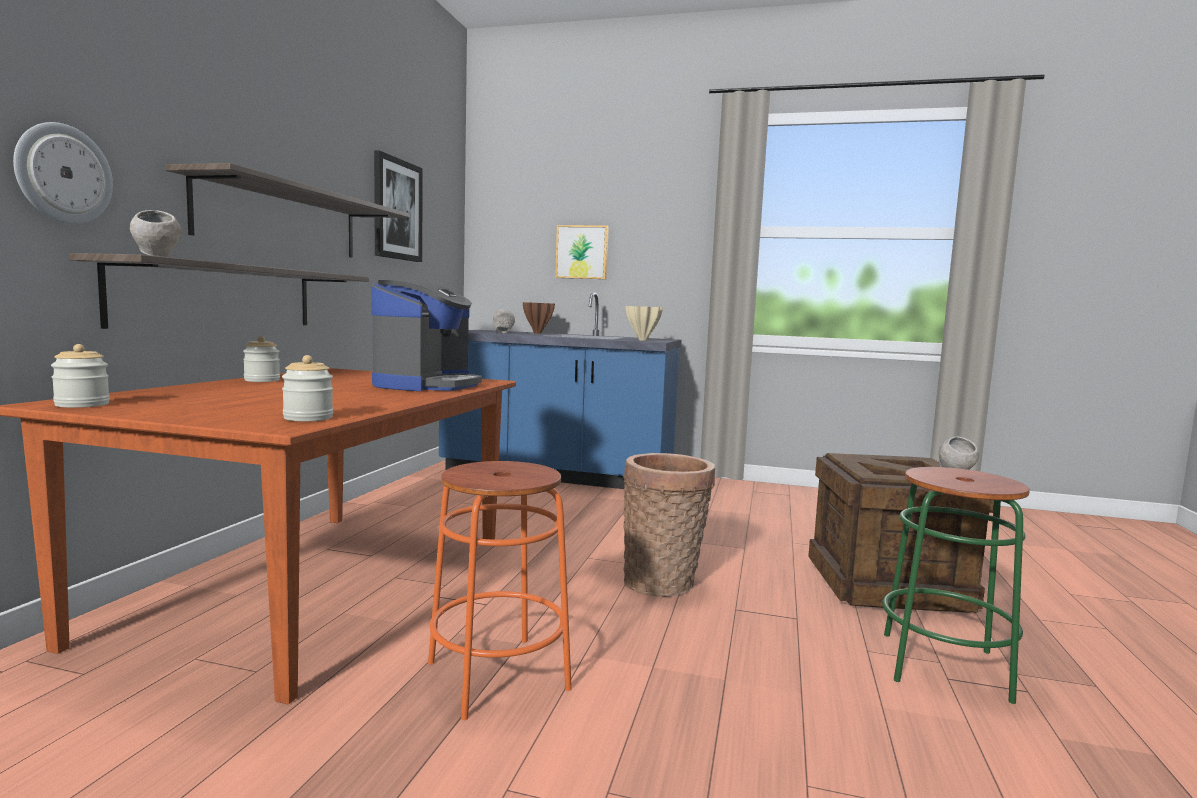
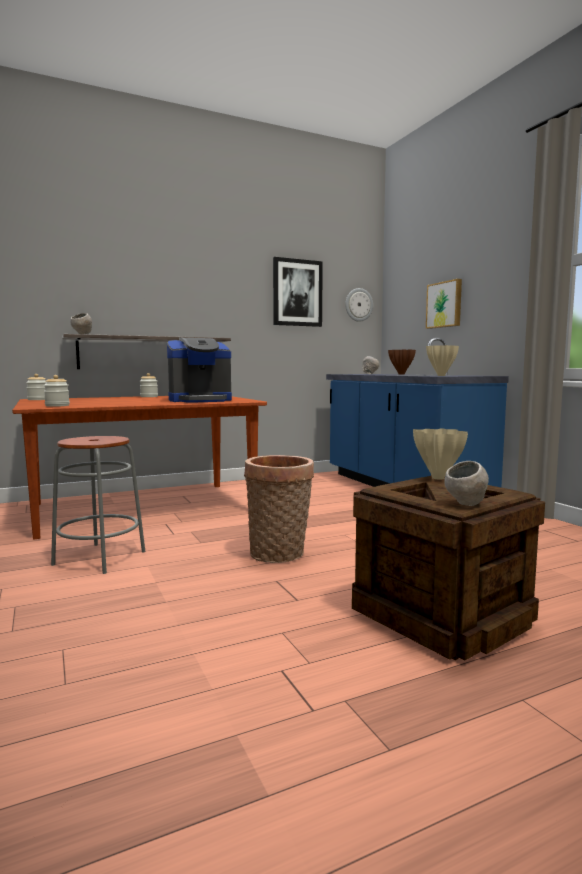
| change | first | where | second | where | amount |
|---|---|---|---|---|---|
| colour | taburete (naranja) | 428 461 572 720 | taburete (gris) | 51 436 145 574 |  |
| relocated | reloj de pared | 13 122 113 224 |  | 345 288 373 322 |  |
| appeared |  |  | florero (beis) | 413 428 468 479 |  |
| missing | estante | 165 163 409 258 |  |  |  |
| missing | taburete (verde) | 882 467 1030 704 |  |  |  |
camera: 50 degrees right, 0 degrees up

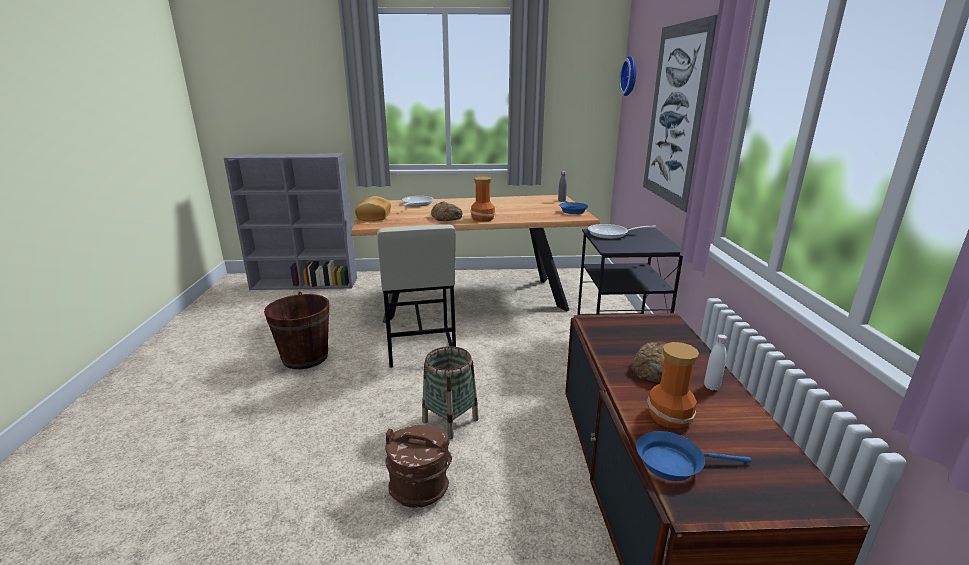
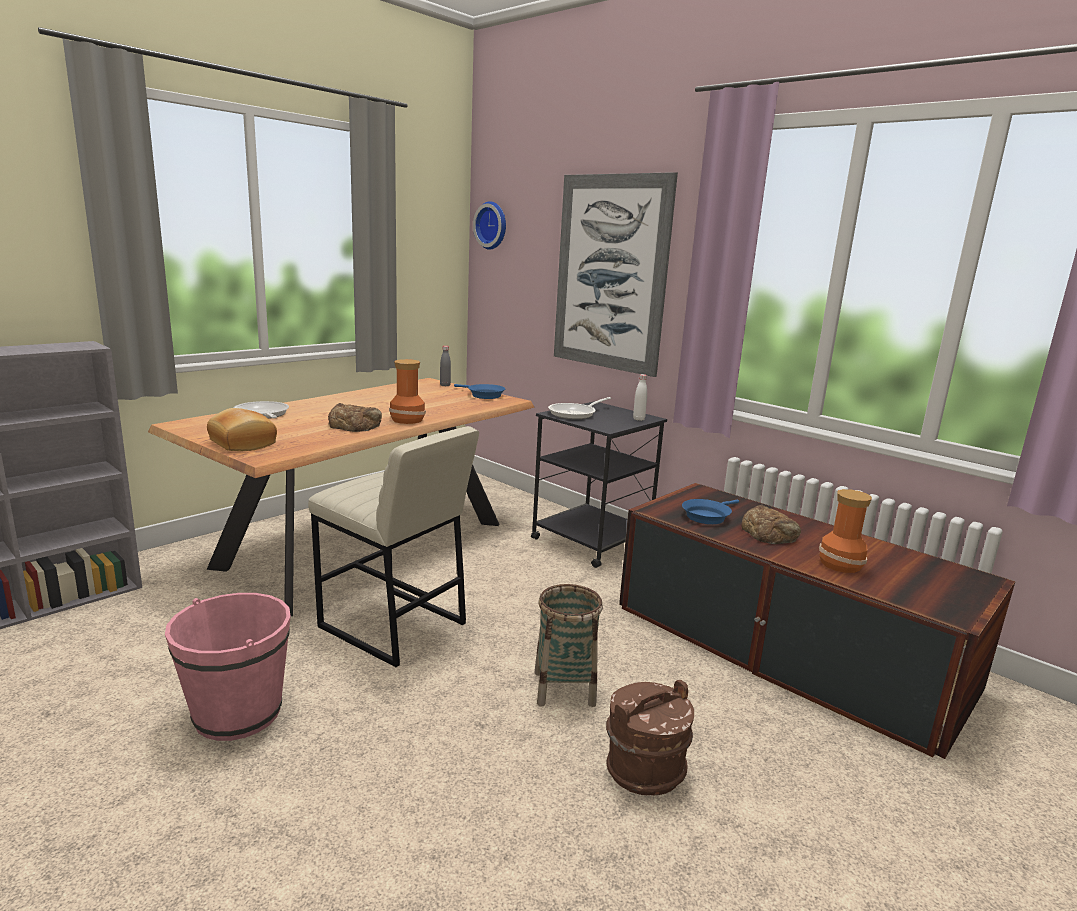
| change | first | where | second | where | amount |
|---|---|---|---|---|---|
| colour | cubo (marrón) | 264 292 329 369 | cubo (rosa) | 165 593 291 741 |  |
| relocated | botella (blanco) | 704 334 727 390 |  | 633 374 647 421 |  |
| relocated | sartén (azul) | 636 431 751 481 |  | 682 499 739 524 |  |
camera: 45 degrees left, 5 degrees down

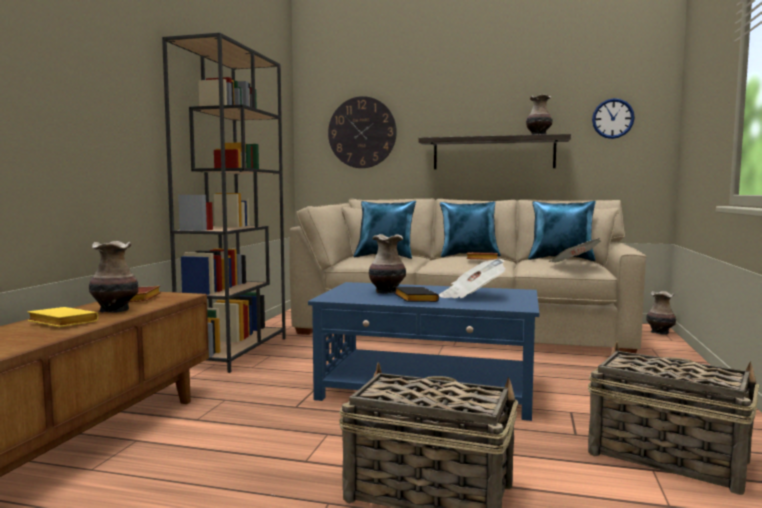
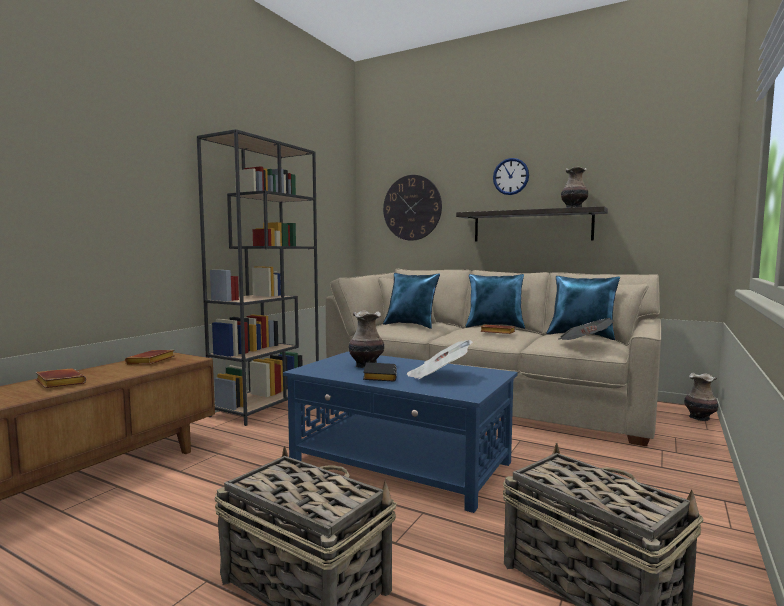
| change | first | where | second | where | amount |
|---|---|---|---|---|---|
| colour | libro (amarillo) | 27 307 98 327 | libro (marrón) | 36 368 86 388 |  |
| relocated | reloj de pared | 592 98 635 139 |  | 493 158 529 195 |  |
| missing | florero | 89 241 138 313 |  |  |  |
camera: 15 degrees right, 0 degrees up

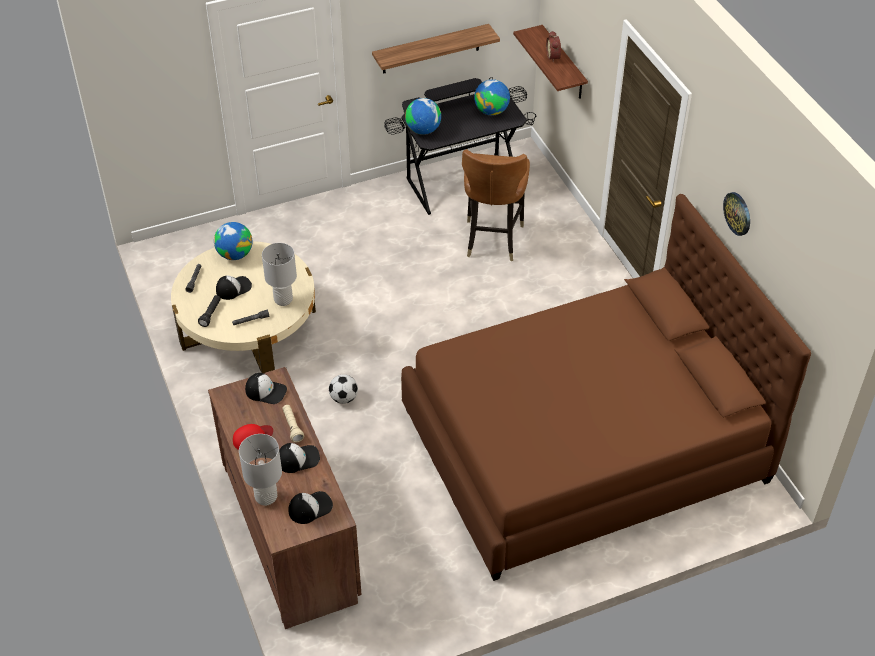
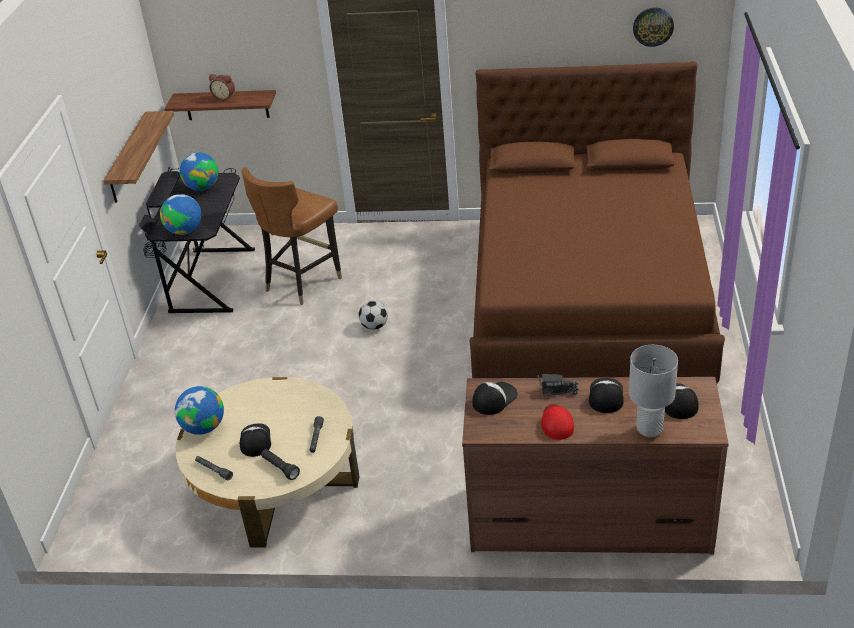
| change | first | where | second | where | amount |
|---|---|---|---|---|---|
| spun | silla (marrón) | 462 149 530 261 |  | 241 167 342 305 | 90 degrees clockwise |
| relocated | balón de fútbol | 329 374 358 404 |  | 359 301 388 330 |  |
| exchanged | linterna (beis) | 282 405 304 442 | camión de juguete | 537 374 579 396 |  |
| relocated | reloj de pared | 723 192 750 236 |  | 633 7 674 47 |  |
| missing | lámpara de mesa (gris) | 262 243 297 306 |  |  |  |
camera: 60 degrees left, 10 degrees down

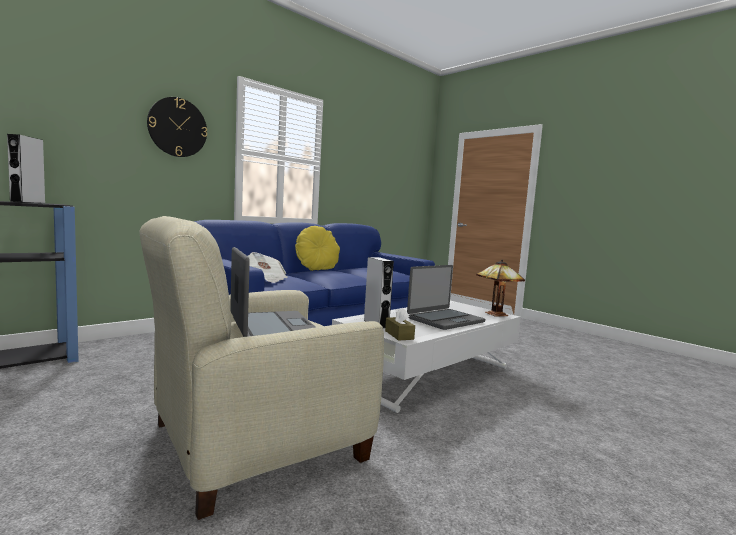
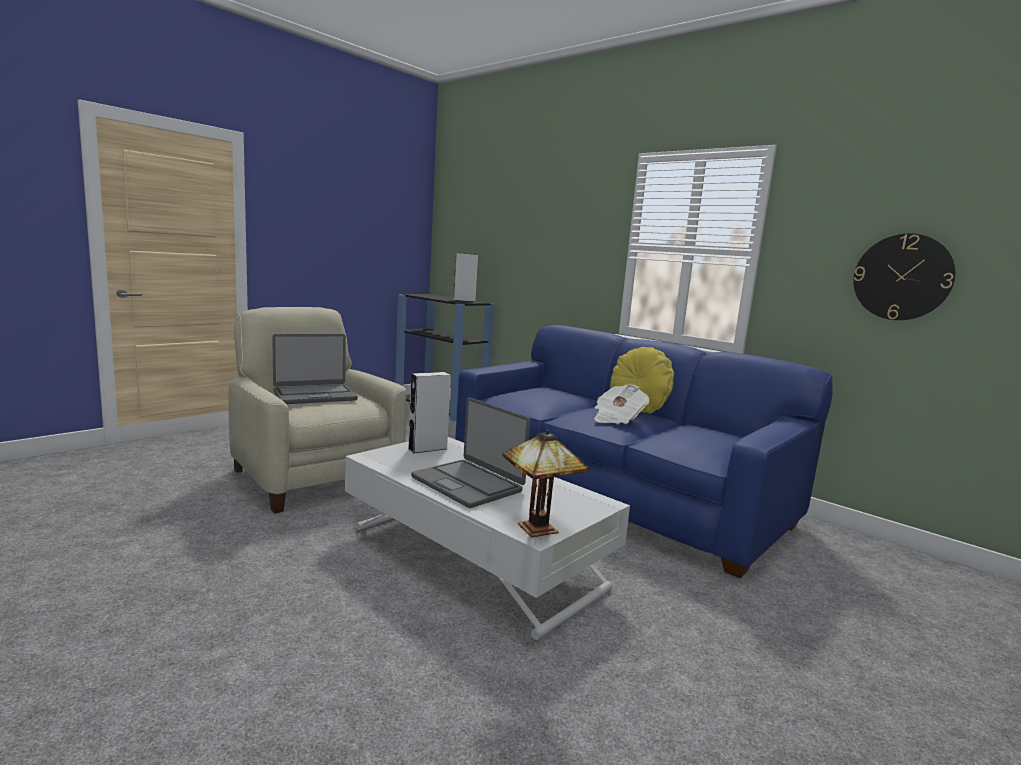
| change | first | where | second | where | amount |
|---|---|---|---|---|---|
| relocated | periódico | 248 252 287 283 |  | 594 384 649 424 |  |
| relocated | reloj de pared | 147 97 207 157 |  | 853 233 956 320 |  |
| missing | caja de pañuelos (marrón) | 385 308 415 341 |  |  |  |
camera: 85 degrees right, 5 degrees up

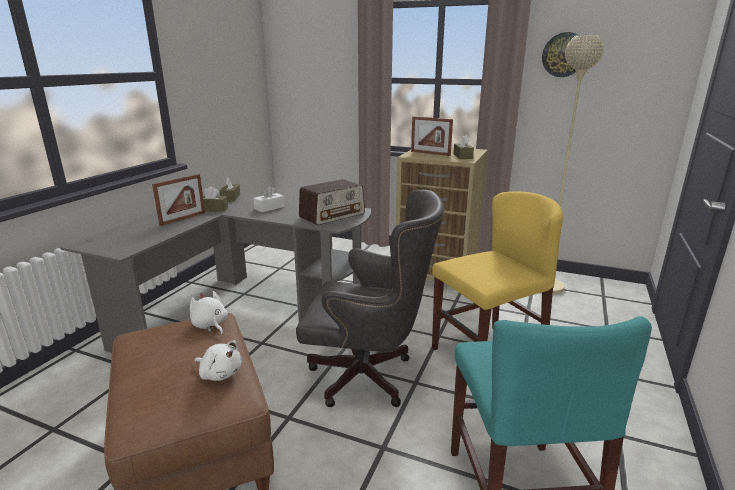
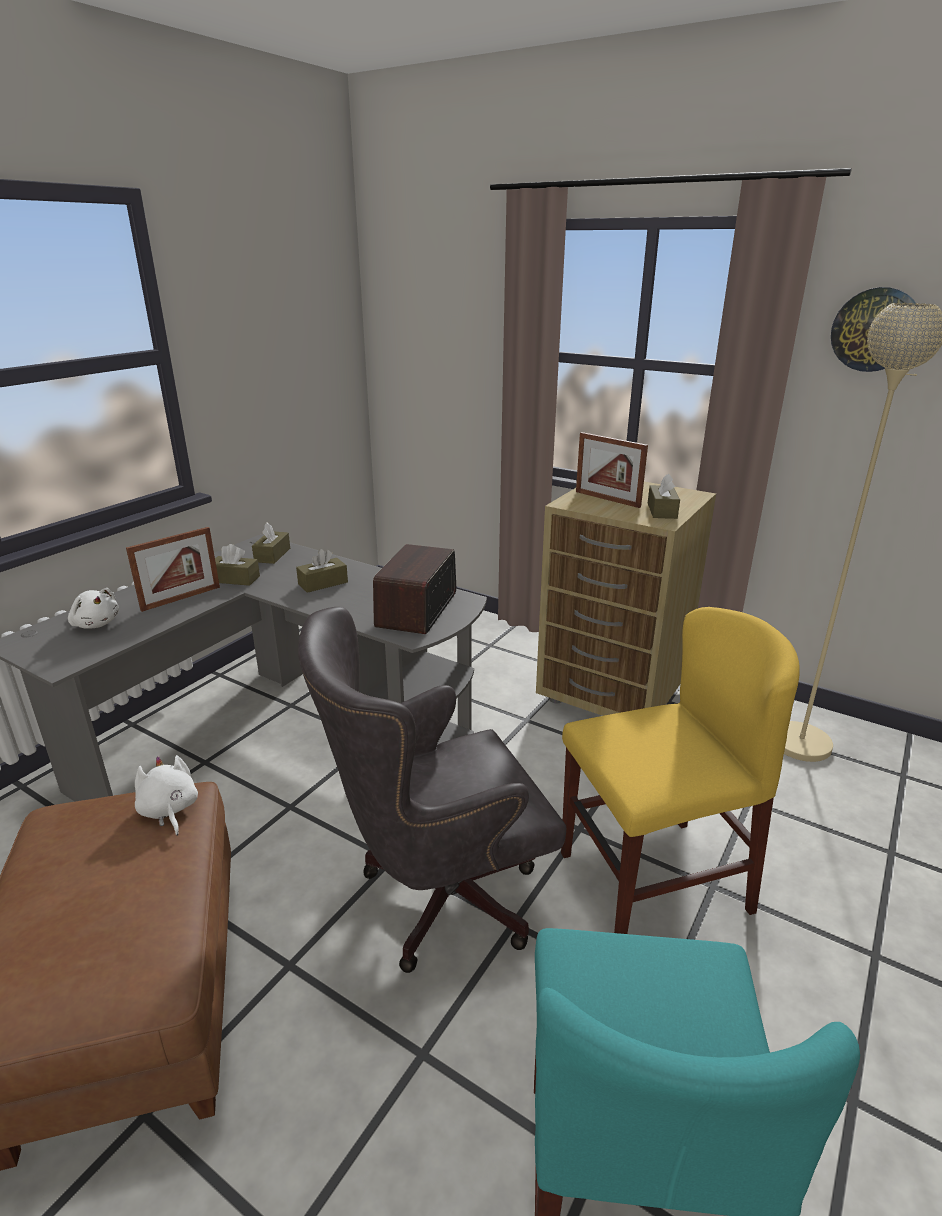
| change | first | where | second | where | amount |
|---|---|---|---|---|---|
| relocated | peluche (blanco) | 194 340 242 381 |  | 68 588 119 629 |  |
| colour | caja de pañuelos (blanco) | 253 186 285 212 | caja de pañuelos (marrón) | 296 549 348 593 |  |
| spun | silla de oficina (gris) | 296 190 444 407 |  | 298 607 566 973 | 135 degrees clockwise |
| spun | radio | 299 179 365 225 |  | 373 544 456 634 | 135 degrees clockwise |
camera: 10 degrees right, 5 degrees up

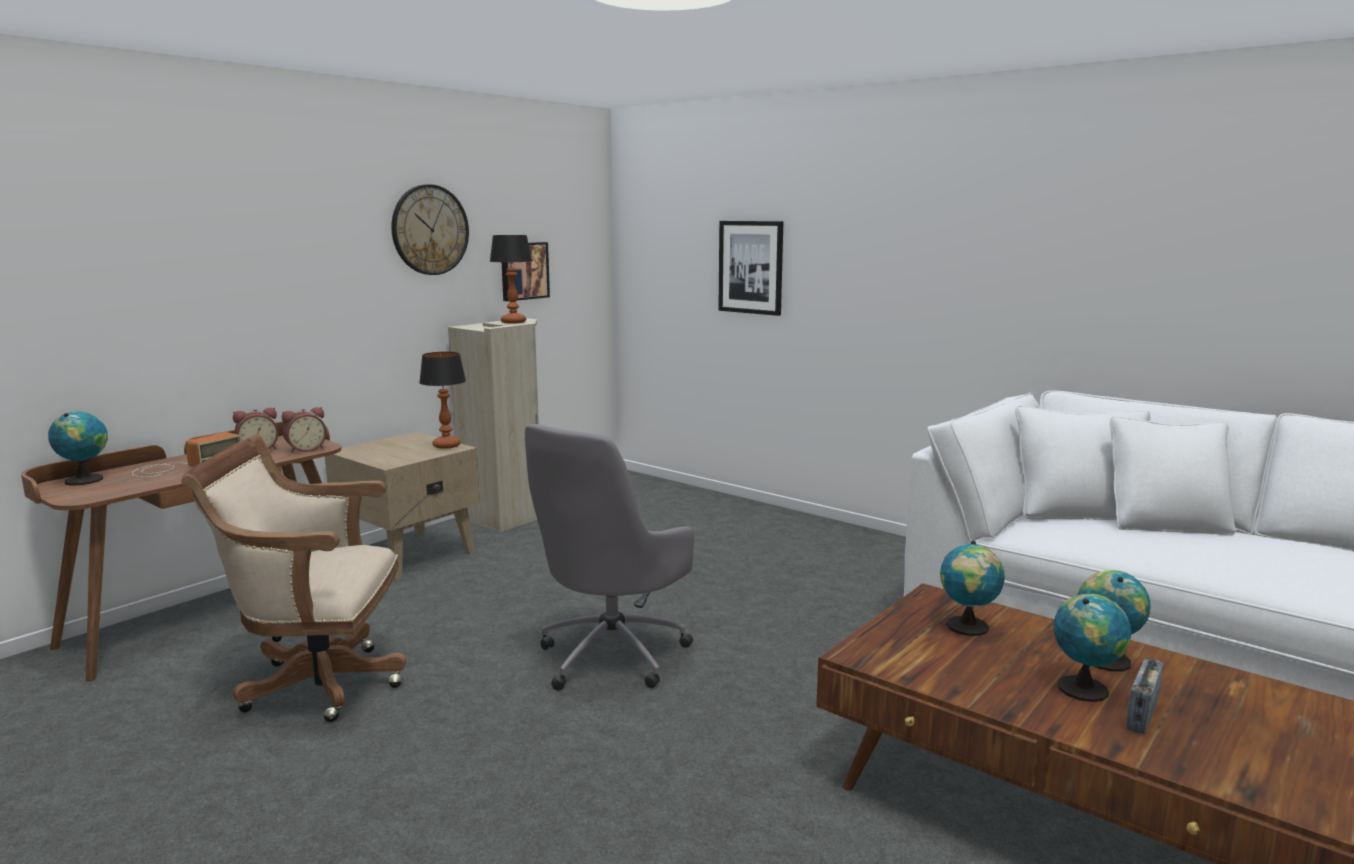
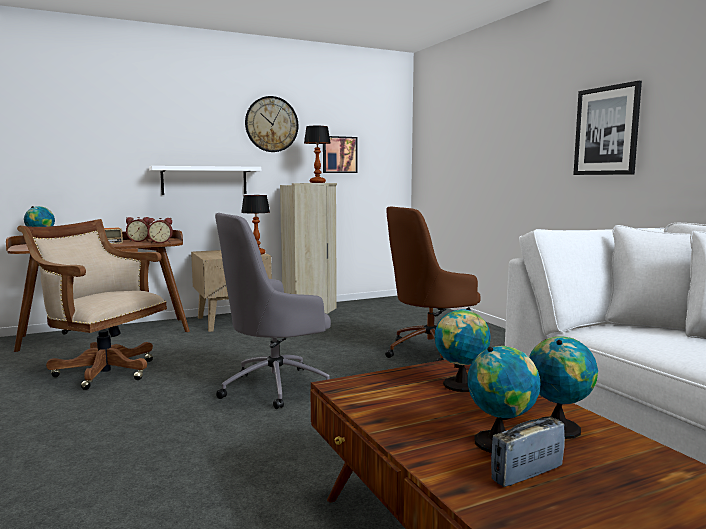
| change | first | where | second | where | amount |
|---|---|---|---|---|---|
| appeared |  |  | estante (blanco) | 149 166 261 195 |  |
| appeared |  |  | silla de oficina (marrón) | 385 207 481 361 |  |
| relocated | cuadro | 718 221 783 316 |  | 573 81 642 175 |  |
camera: 25 degrees right, 5 degrees down

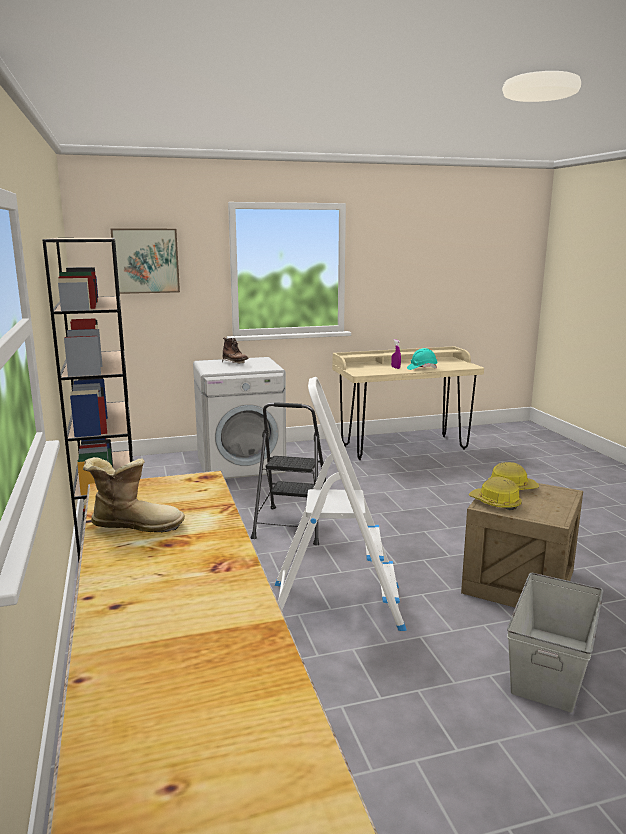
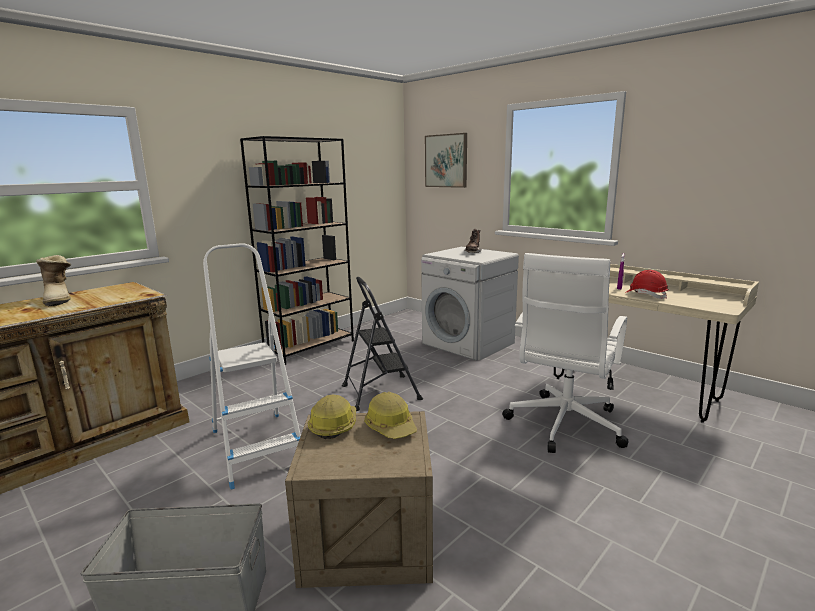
| change | first | where | second | where | amount |
|---|---|---|---|---|---|
| appeared |  |  | silla de oficina (blanco) | 502 253 628 453 |  |
| colour | casco (turquesa) | 407 348 438 370 | casco (rojo) | 625 270 668 299 |  |
camera: 60 degrees right, 0 degrees up

